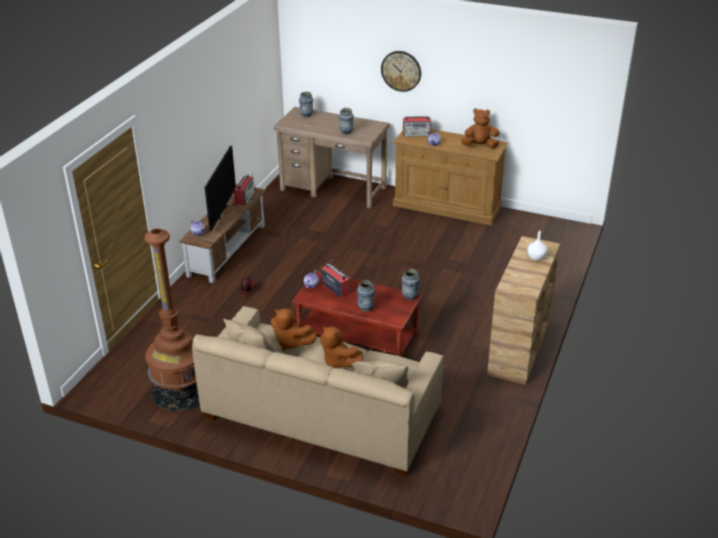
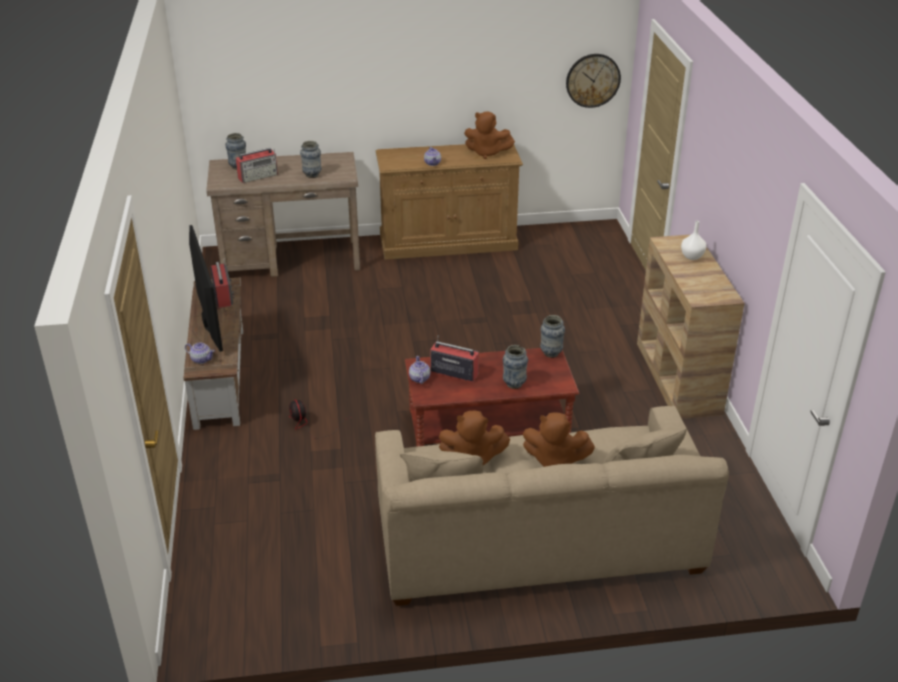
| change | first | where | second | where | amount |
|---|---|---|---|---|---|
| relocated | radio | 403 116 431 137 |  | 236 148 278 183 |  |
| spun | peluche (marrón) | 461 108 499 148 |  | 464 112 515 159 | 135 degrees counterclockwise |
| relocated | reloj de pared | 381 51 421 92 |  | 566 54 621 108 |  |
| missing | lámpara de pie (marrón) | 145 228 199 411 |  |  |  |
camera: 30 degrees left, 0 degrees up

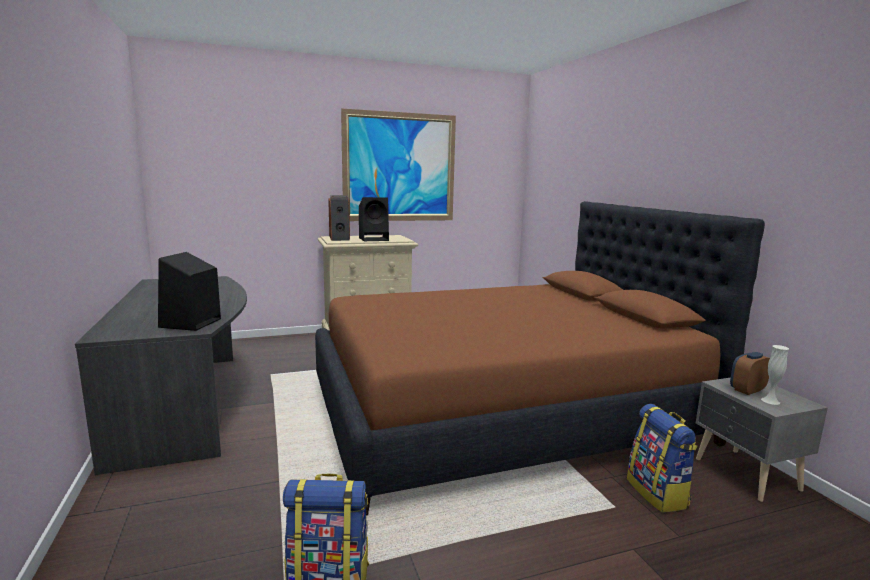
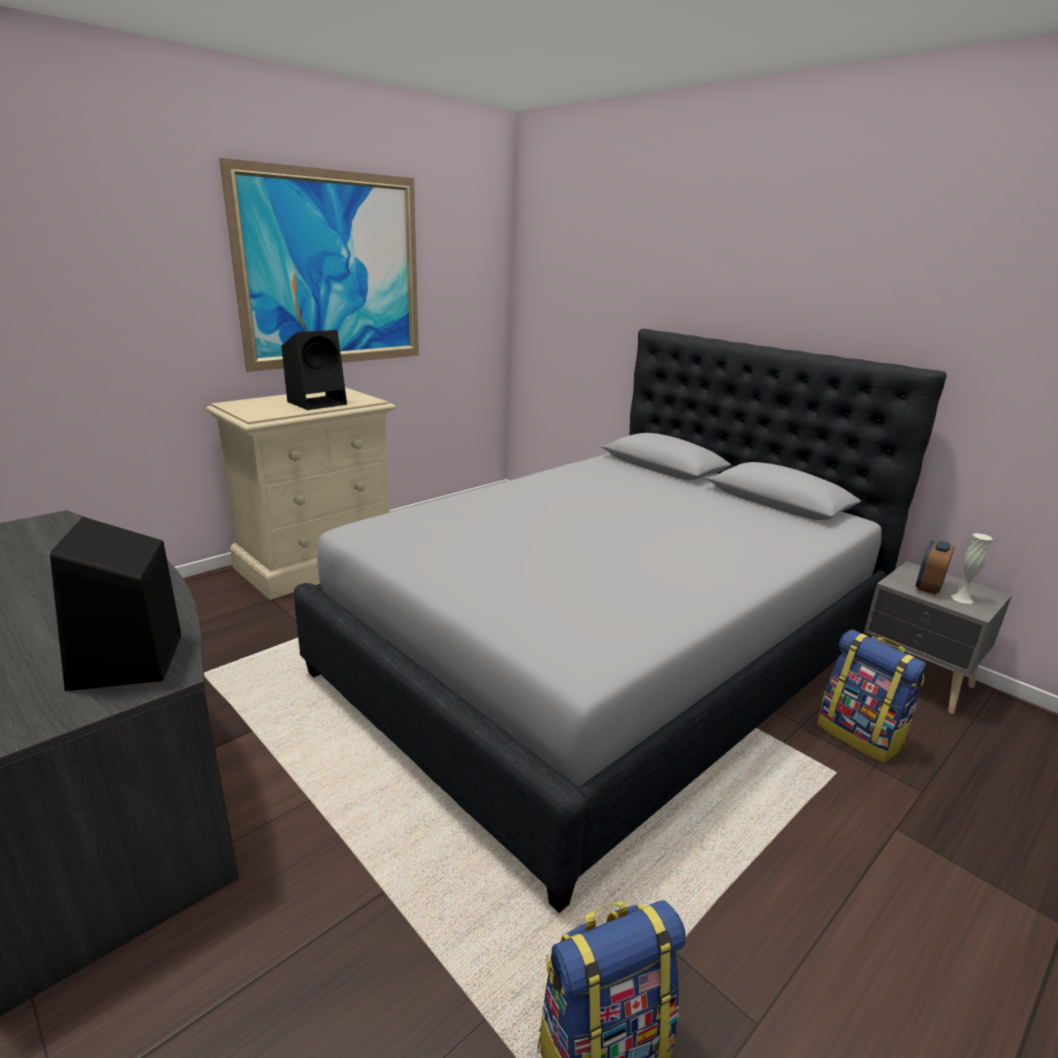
| change | first | where | second | where | amount |
|---|---|---|---|---|---|
| colour | cama (marrón) | 315 201 765 516 | cama (gris) | 294 329 947 913 |  |
| missing | altavoz | 328 195 350 241 |  |  |  |
camera: 25 degrees left, 10 degrees up

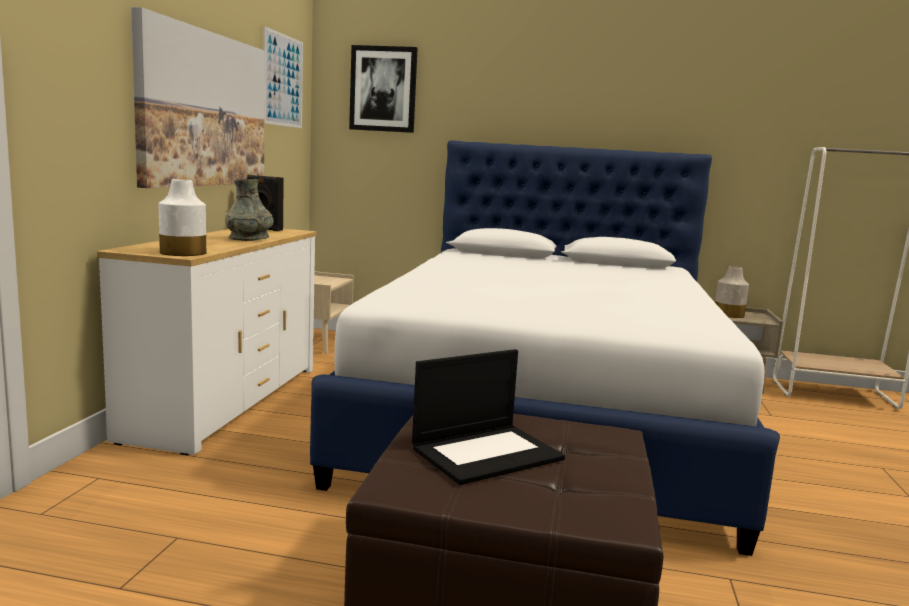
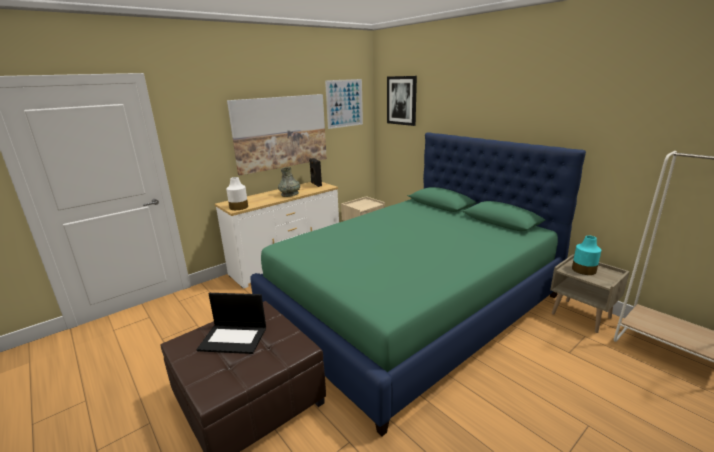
| change | first | where | second | where | amount |
|---|---|---|---|---|---|
| colour | cama (blanco) | 310 141 780 556 | cama (verde) | 250 132 586 436 |  |
| colour | florero (beis) | 715 266 749 318 | florero (turquesa) | 572 236 601 275 |  |
camera: 40 degrees right, 10 degrees up

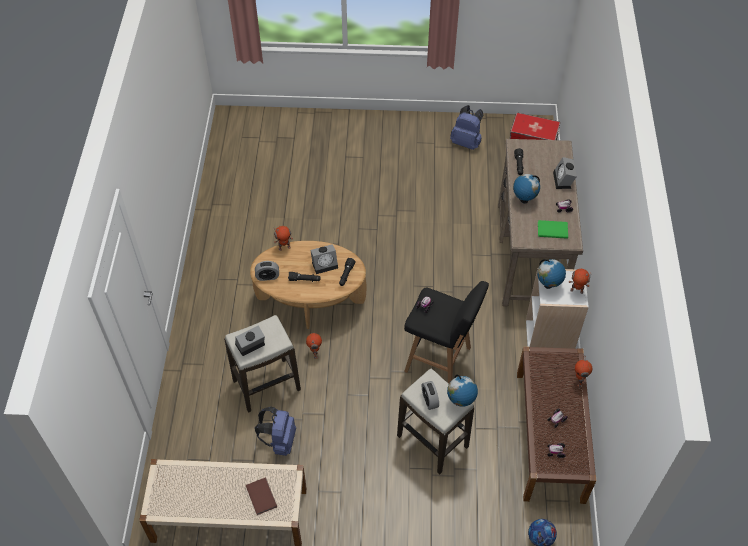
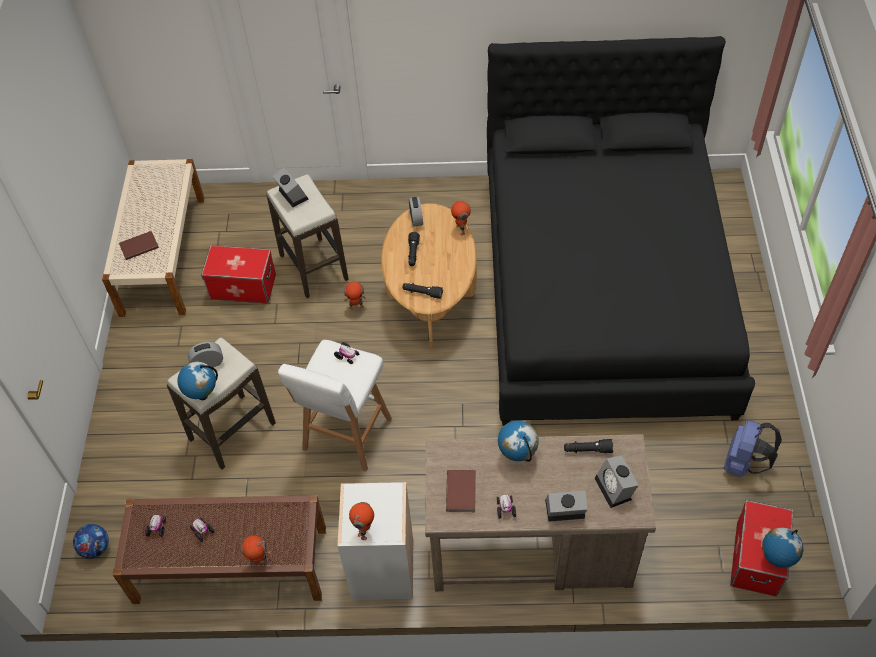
| change | first | where | second | where | amount |
|---|---|---|---|---|---|
| exchanged | mochila (azul) | 255 406 296 456 | caja de almacenaje | 201 245 276 304 |  |
| colour | taburete (negro) | 404 281 489 384 | taburete (blanco) | 278 340 392 472 |  |
| colour | libro (verde) | 538 220 568 239 | libro (marrón) | 446 470 476 512 |  |
| appeared |  |  | cama (negro) | 487 36 755 426 |  |
| relocated | despertador | 310 244 338 274 |  | 595 456 639 508 |  |
| relocated | globo terráqueo | 537 259 566 289 |  | 762 528 803 568 |  |
camera: 90 degrees right, 0 degrees up

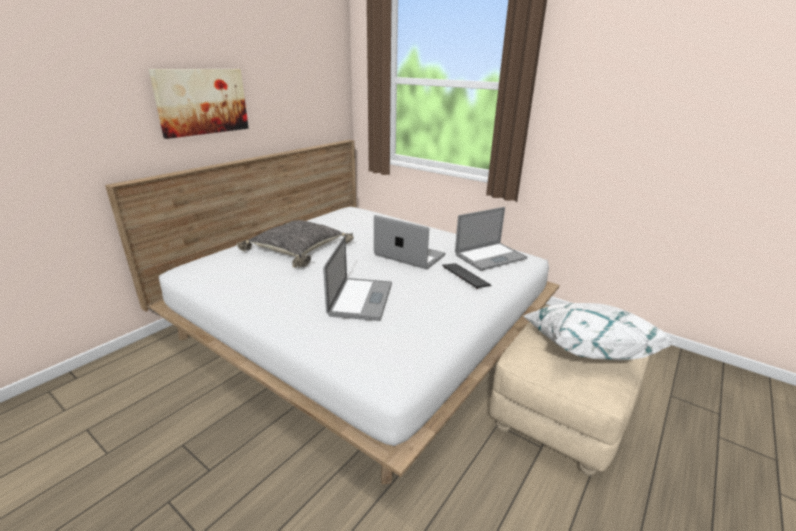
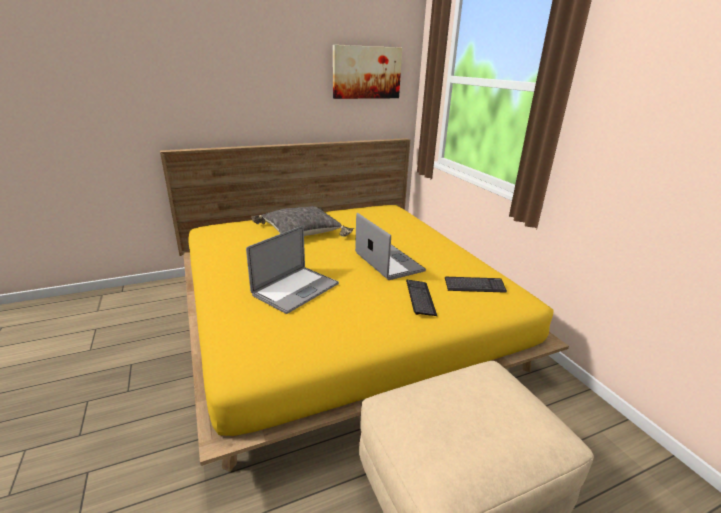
| change | first | where | second | where | amount |
|---|---|---|---|---|---|
| colour | cama (blanco) | 105 140 560 484 | cama (amarillo) | 160 138 569 472 |  |
| relocated | cuadro | 149 69 249 139 |  | 333 45 402 99 |  |
| exchanged | portátil | 455 207 527 271 | teclado | 445 277 507 293 |  |
| missing | cojín (blanco) | 523 303 676 360 |  |  |  |
camera: 30 degrees right, 0 degrees up

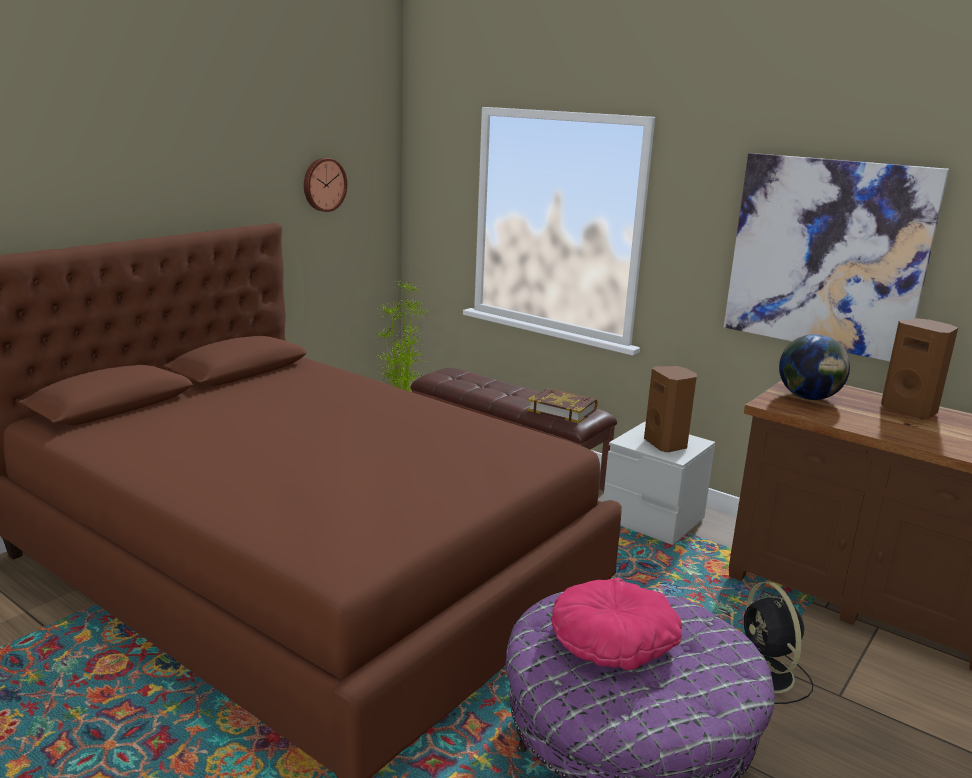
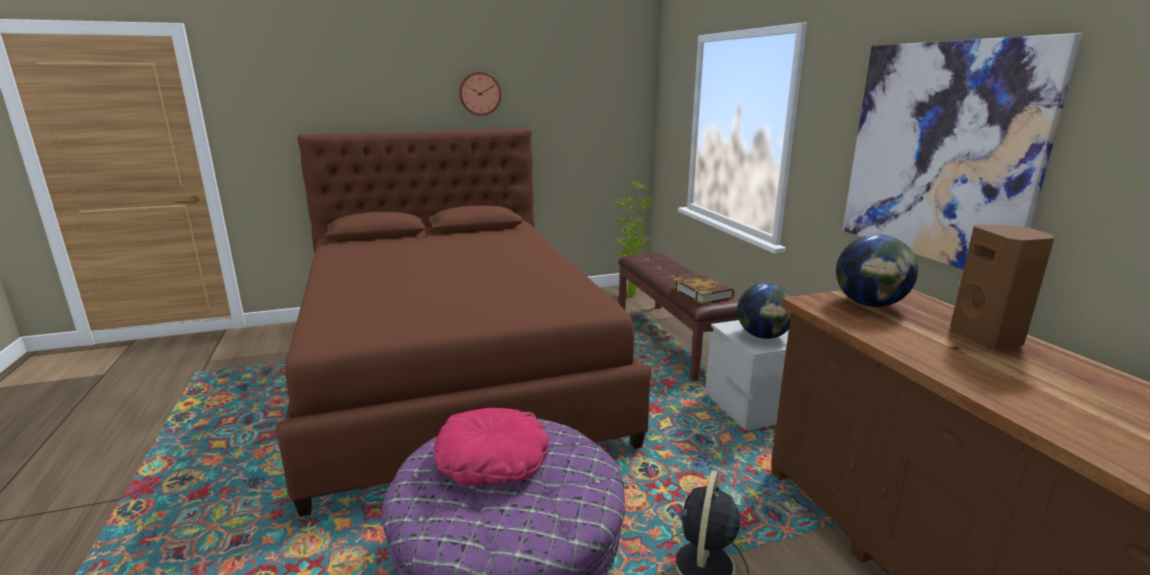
| change | first | where | second | where | amount |
|---|---|---|---|---|---|
| relocated | reloj de pared | 304 158 347 212 |  | 459 72 501 116 |  |
| exchanged | altavoz (marrón) | 644 366 697 452 | globo terráqueo | 737 283 792 339 |  |
camera: 35 degrees right, 0 degrees up

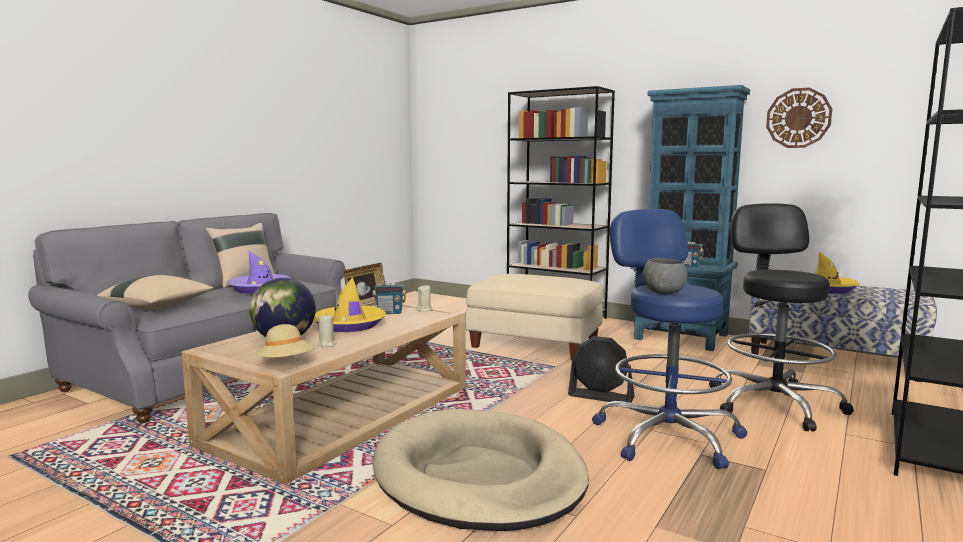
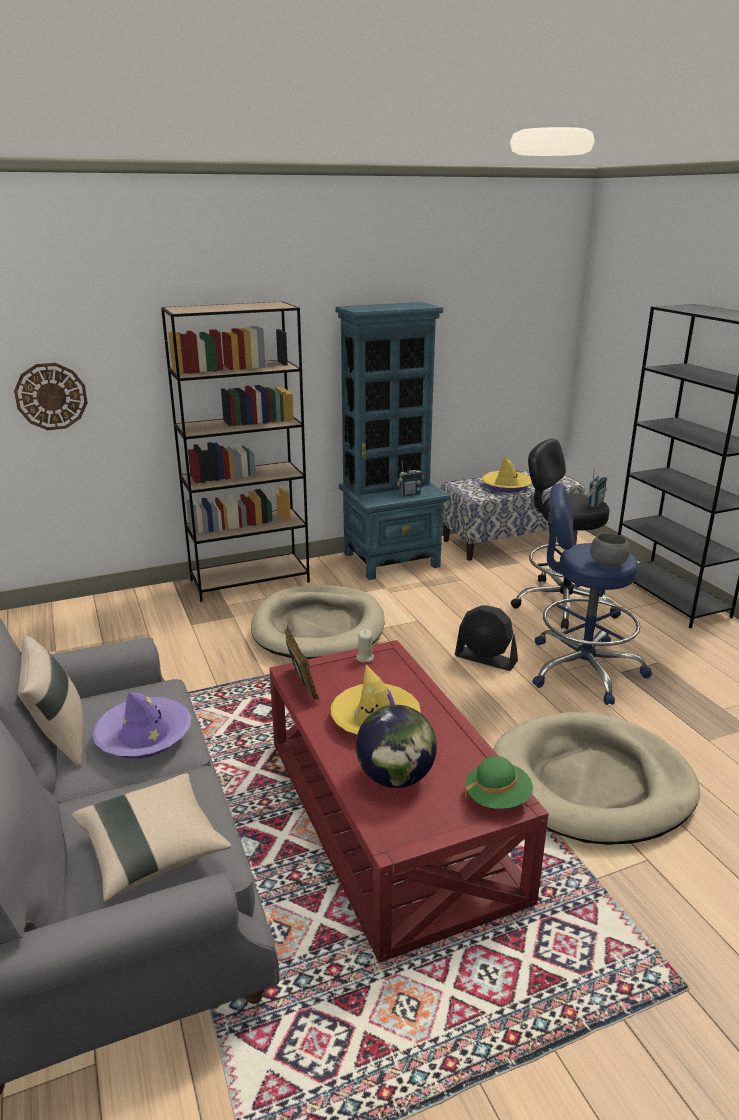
| change | first | where | second | where | amount |
|---|---|---|---|---|---|
| relocated | reloj de pared | 766 88 832 148 |  | 14 363 88 430 |  |
| exchanged | puf (beis) | 466 274 603 361 | cama para perro (beis) | 251 585 385 659 |  |
| colour | mesa de centro (beis) | 181 303 466 484 | mesa de centro (rojo) | 270 640 548 963 |  |
| spun | ventilador (negro) | 568 336 635 403 |  | 455 605 518 671 | 60 degrees clockwise |
| colour | sombrero (beis) | 255 324 315 358 | sombrero (verde) | 465 756 533 809 |  |
| relocated | radio | 373 269 406 314 |  | 585 468 607 507 |  |
| missing | vela (beis) | 318 315 337 347 |  |  |  |
camera: 55 degrees left, 15 degrees up

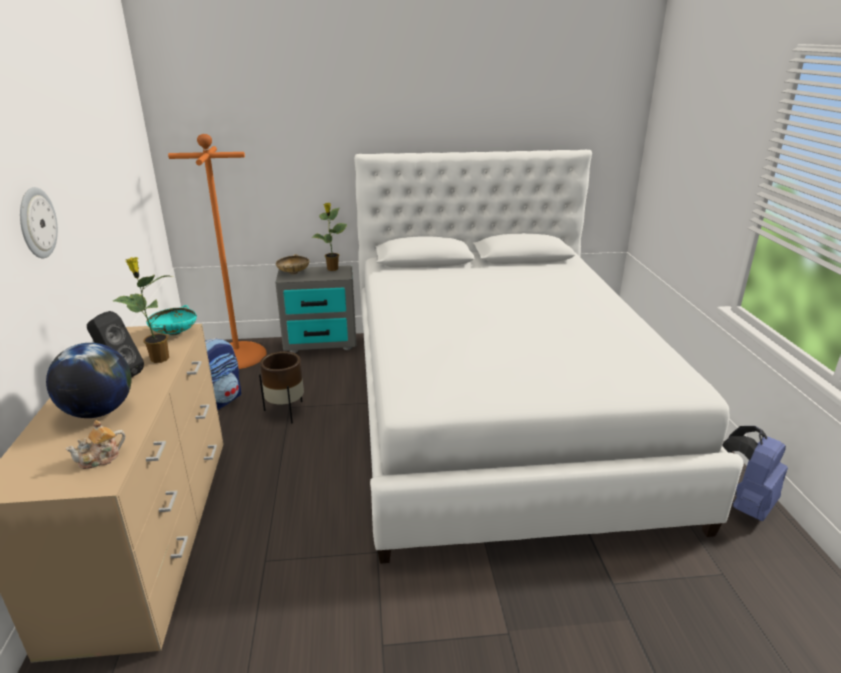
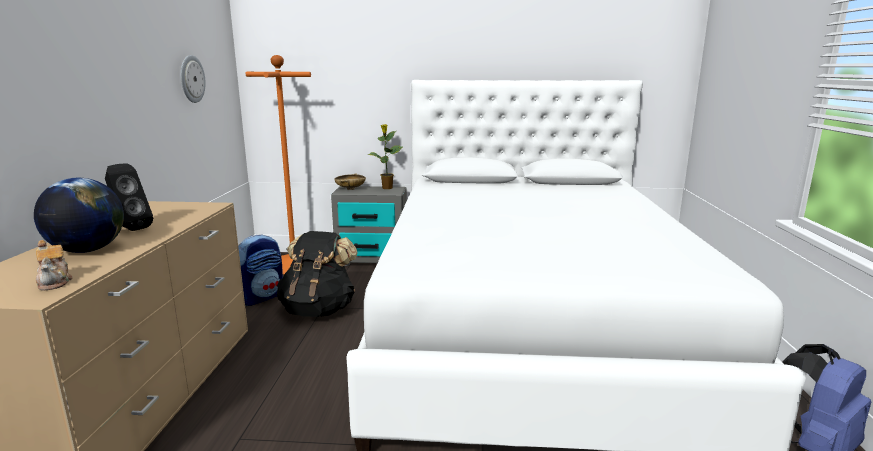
| change | first | where | second | where | amount |
|---|---|---|---|---|---|
| spun | tetera | 65 420 125 469 |  | 36 240 73 291 | 90 degrees counterclockwise |
| relocated | reloj de pared | 20 187 58 258 |  | 180 55 206 103 |  |
| exchanged | maceta (marrón) | 259 351 304 424 | mochila (negro) | 277 231 358 317 |  |
| missing | planta en maceta | 113 257 173 363 |  |  |  |
| missing | cuenco (turquesa) | 146 305 197 336 |  |  |  |
camera: 10 degrees right, 10 degrees down

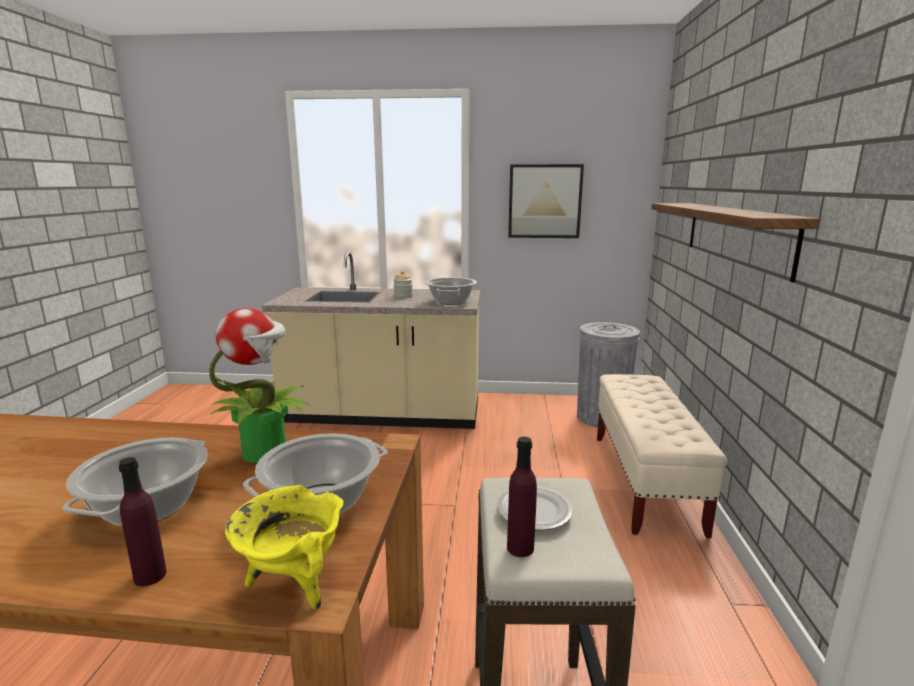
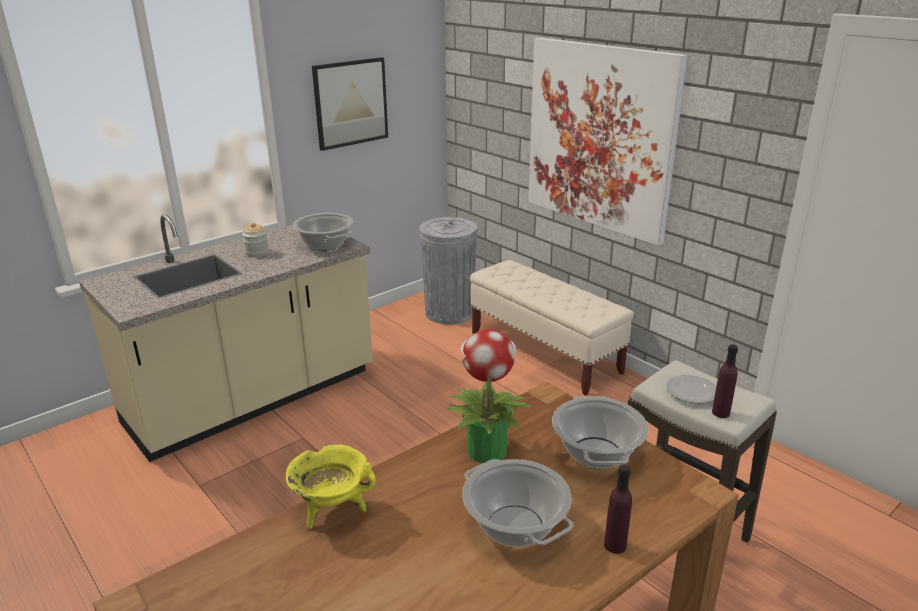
| change | first | where | second | where | amount |
|---|---|---|---|---|---|
| relocated | olla (amarillo) | 225 485 343 610 |  | 286 444 376 529 |  |
| exchanged | estante | 651 203 821 282 | cuadro | 528 37 687 245 |  |
camera: 45 degrees left, 10 degrees up

